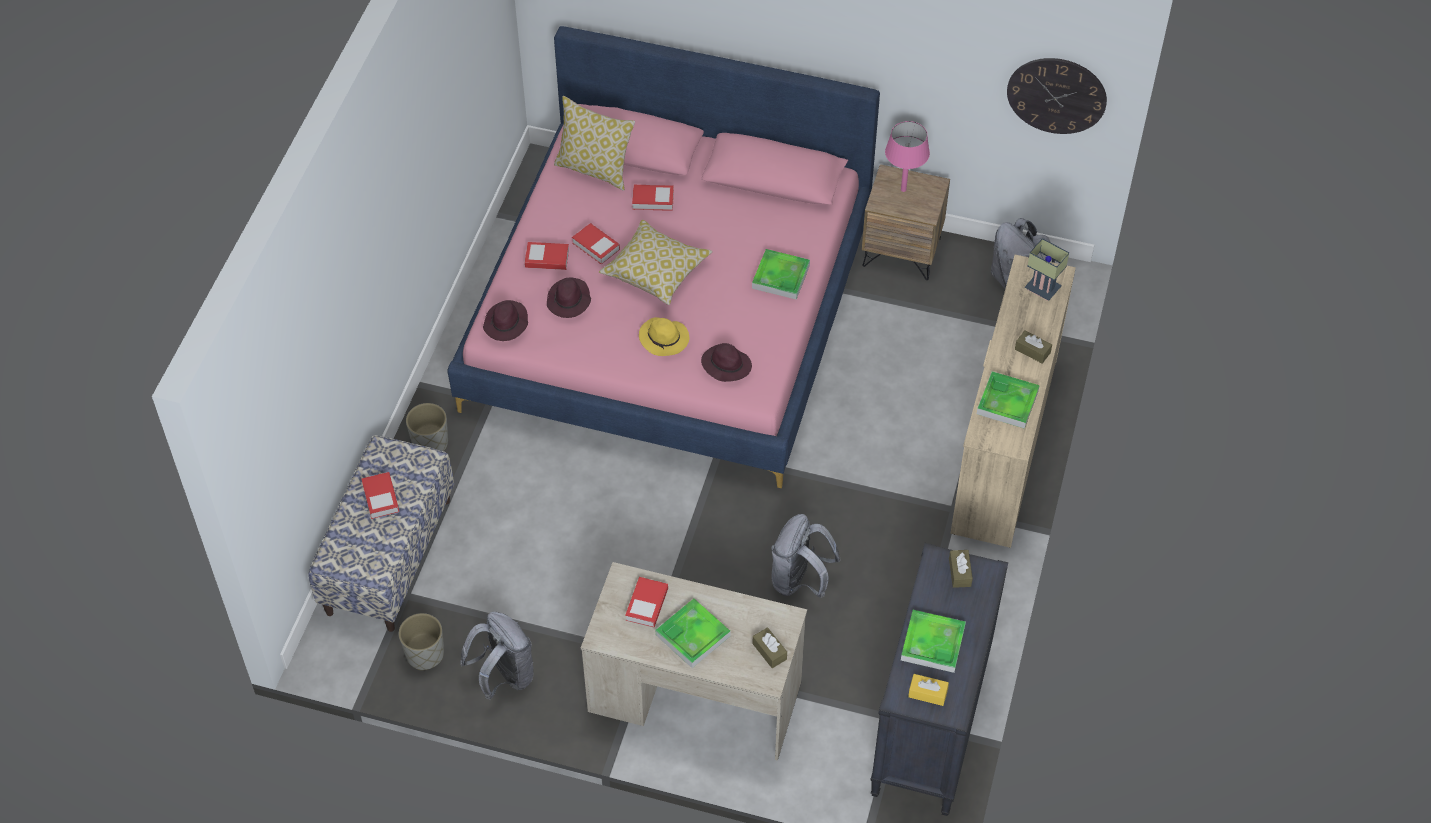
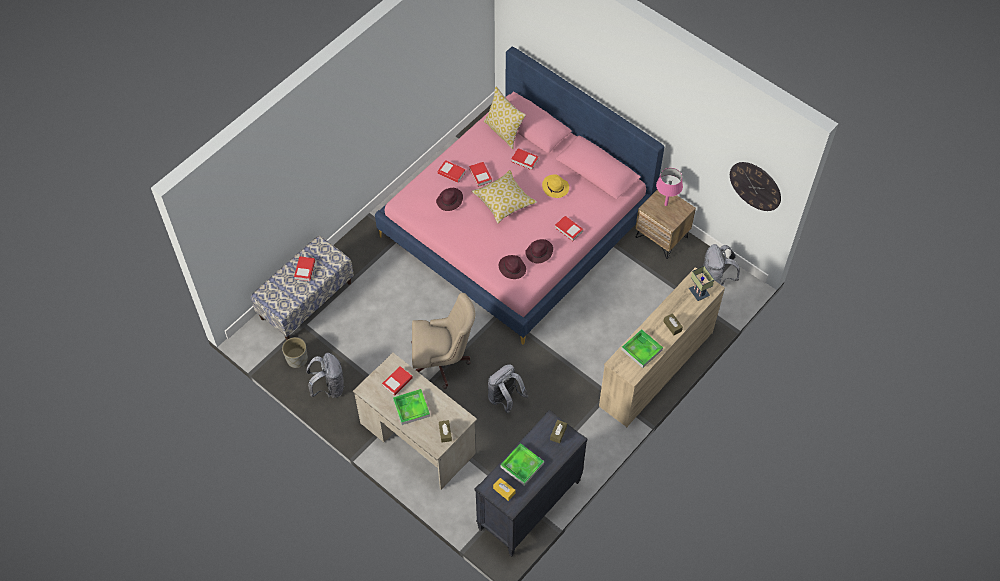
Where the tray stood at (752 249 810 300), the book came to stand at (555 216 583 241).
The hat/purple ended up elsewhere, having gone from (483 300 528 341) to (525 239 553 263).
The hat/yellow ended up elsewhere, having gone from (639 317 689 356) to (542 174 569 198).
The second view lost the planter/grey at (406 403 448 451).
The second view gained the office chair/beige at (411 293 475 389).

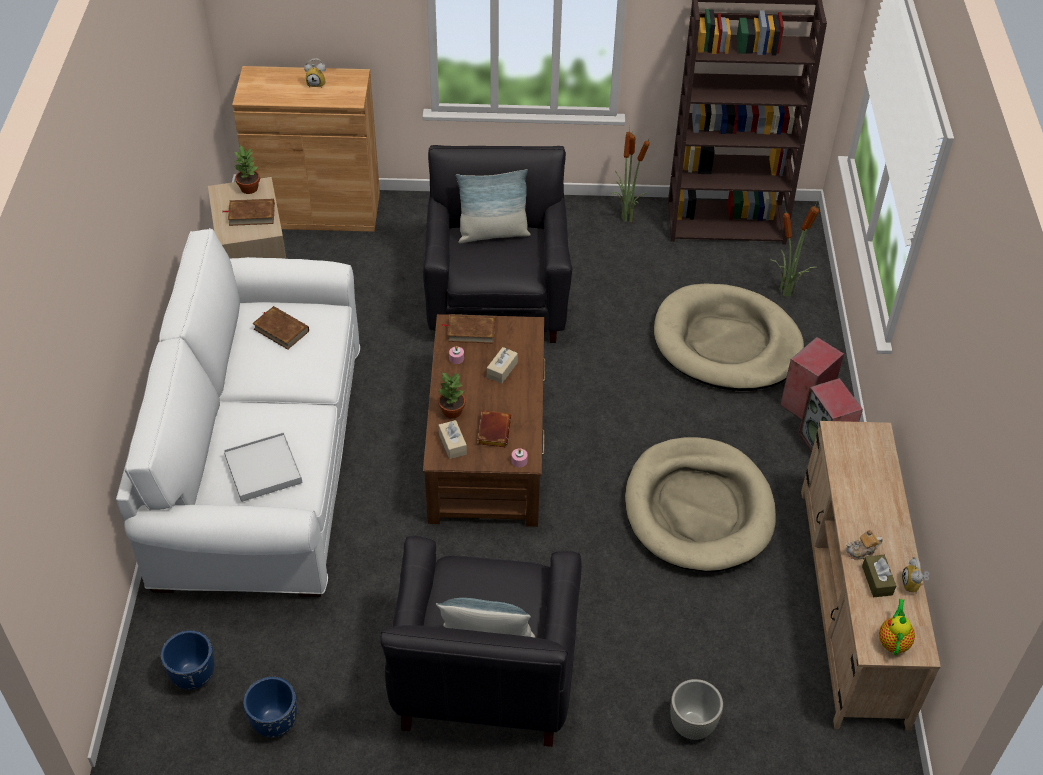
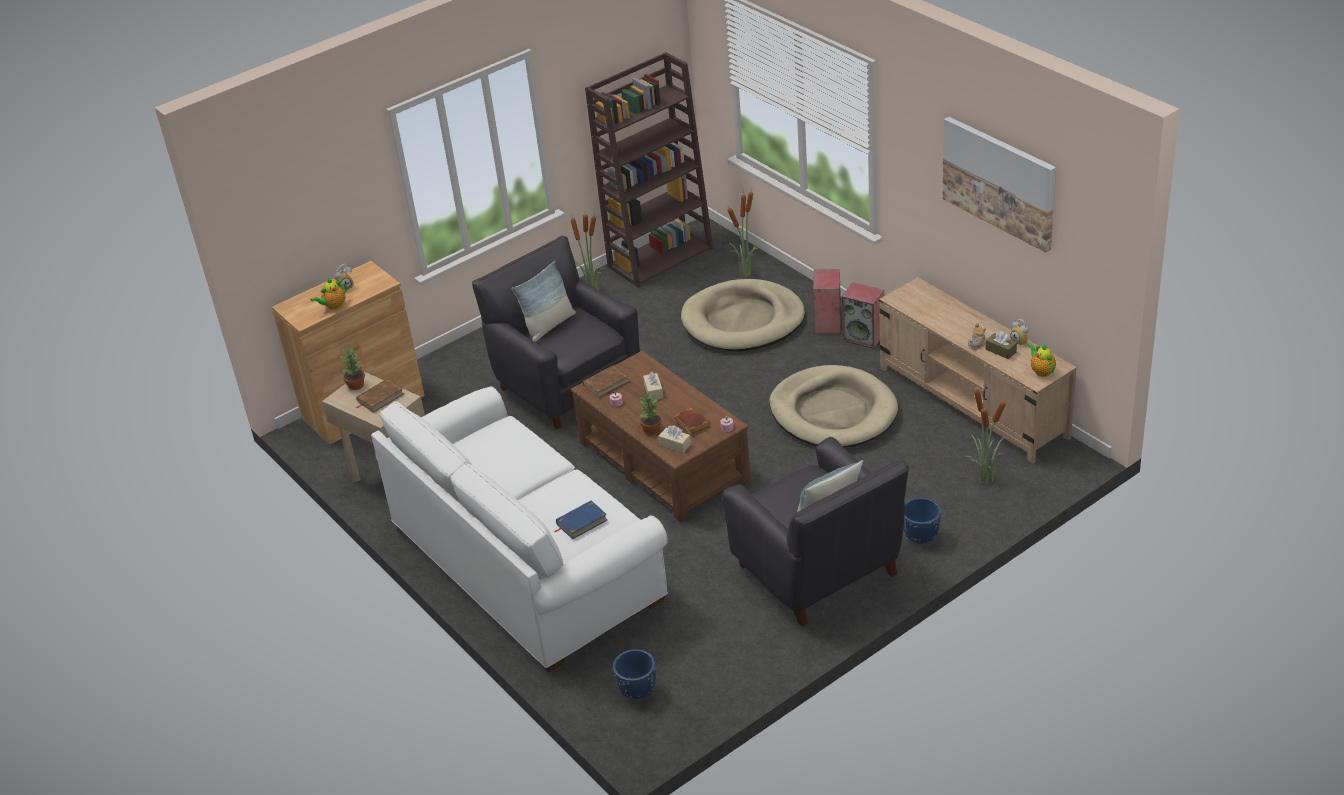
The second view lost the book/brown at (252 306 309 350).
Where the tray/white stood at (224 432 303 502), the book/blue came to stand at (554 501 607 540).
The planter/blue ended up elsewhere, having gone from (243 677 297 737) to (903 498 941 544).
The second view lost the planter/grey at (670 679 723 740).
The second view gained the picture at (943 116 1056 253).
The second view gained the teapot at (311 278 347 310).
The second view gained the potted plant at (965 386 1006 484).

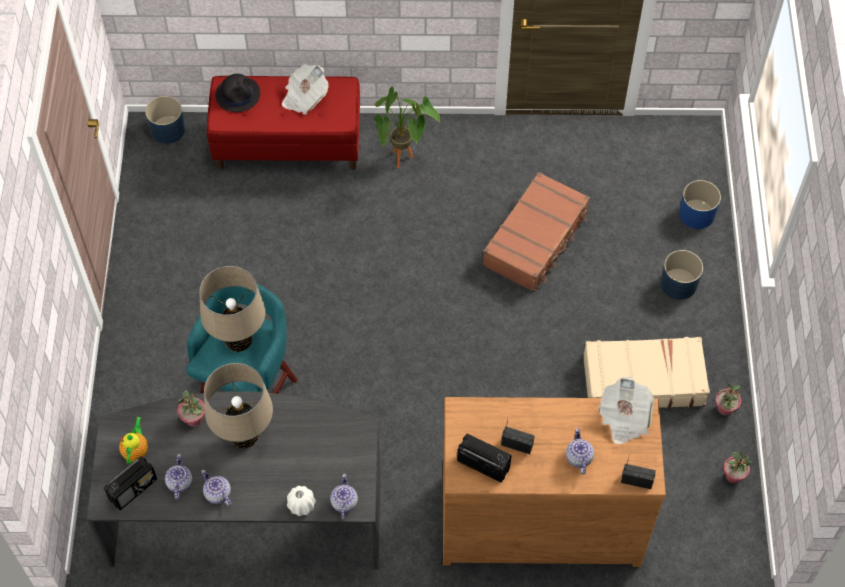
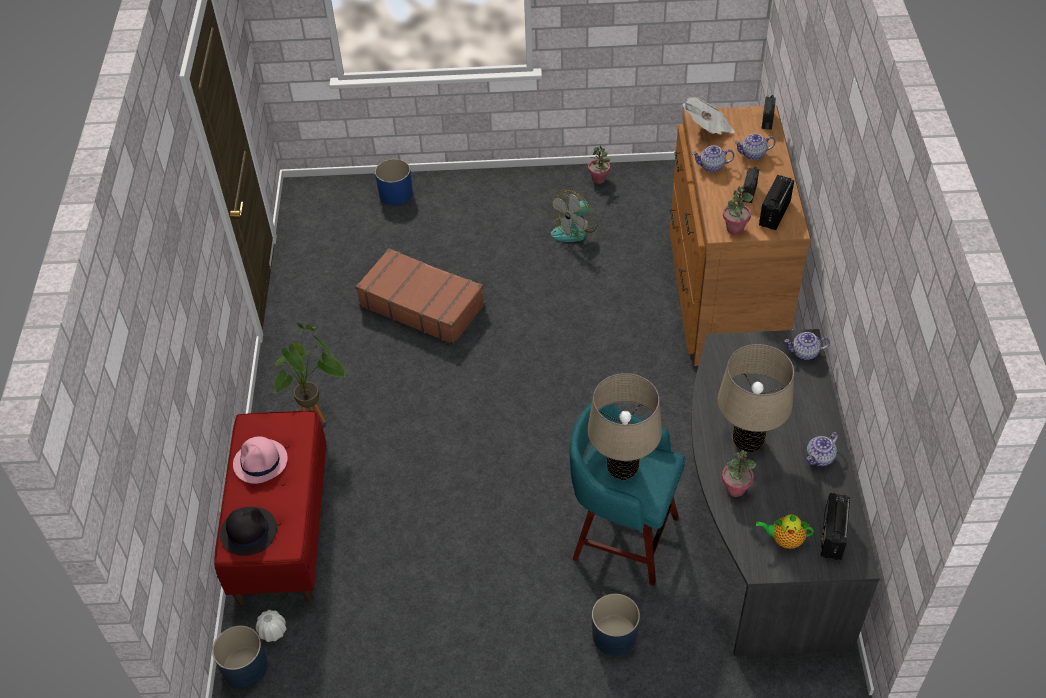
Where the newspaper stood at (282 64 329 115), the hat/pink came to stand at (233 436 288 484).
The planter/blue ended up elsewhere, having gone from (661 250 703 300) to (592 593 640 656).
Where the suitcase/beige stood at (583 337 710 408), the fan came to stand at (551 190 598 242).
The potted plant ended up elsewhere, having gone from (723 451 752 483) to (723 186 753 235).
The teapot ended up elsewhere, having gone from (165 454 192 499) to (692 145 735 172).
The radio at (104 456 157 510) ended up facing another way, 120 degrees counterclockwise from before.
The vase/white ended up elsewhere, having gone from (287 486 316 516) to (256 610 286 642).

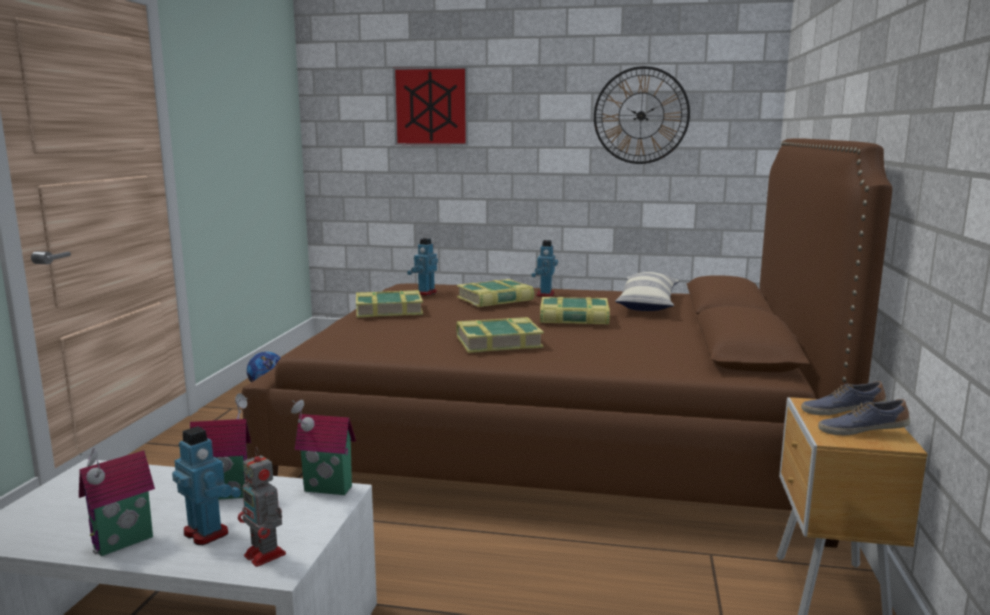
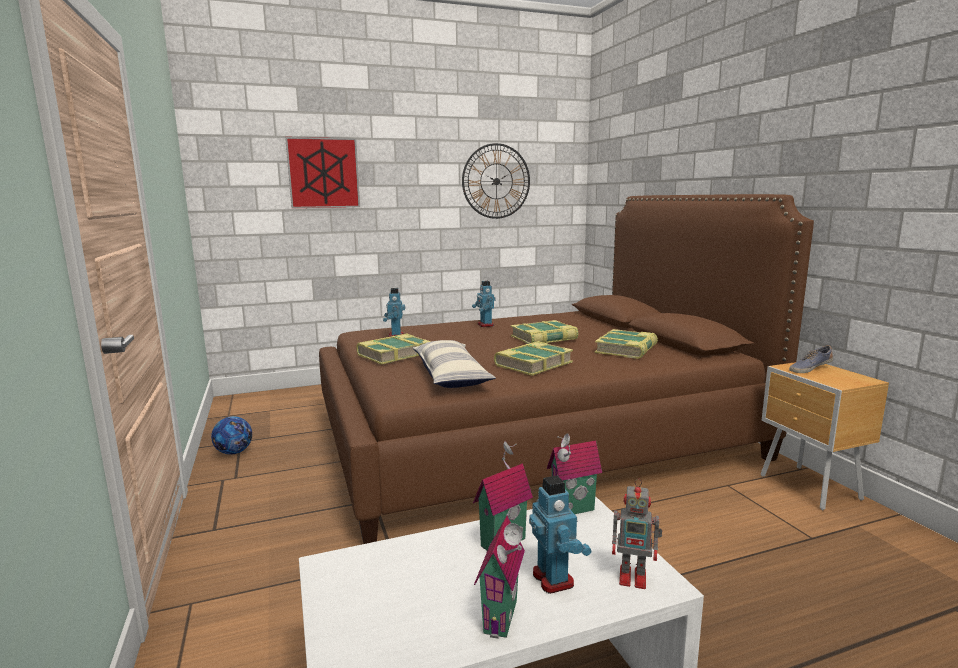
The pillow ended up elsewhere, having gone from (615 272 679 311) to (413 340 496 388).
The book ended up elsewhere, having gone from (457 279 534 307) to (595 329 658 359).
The second view lost the shoe at (818 399 910 435).
The toy robot at (172 426 241 545) ended up facing another way, 60 degrees clockwise from before.

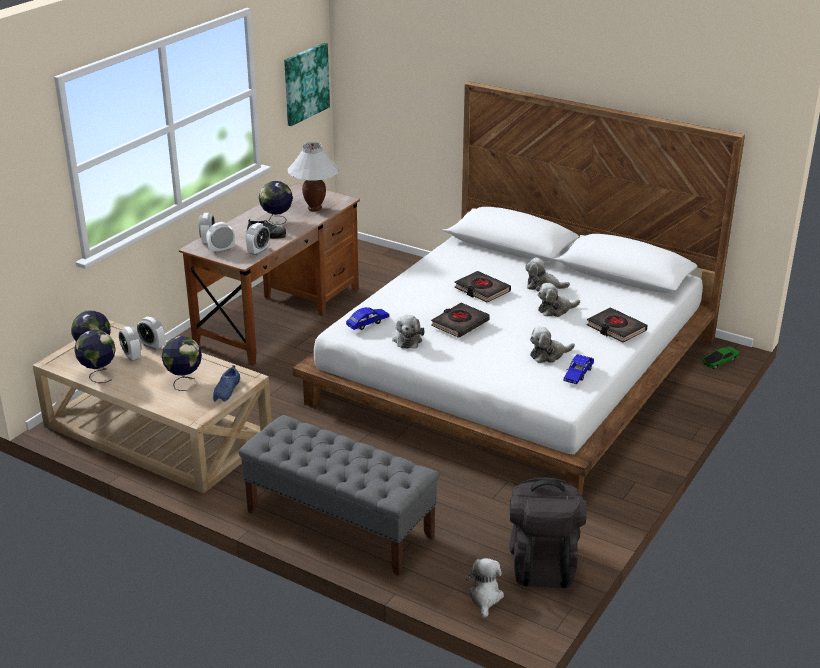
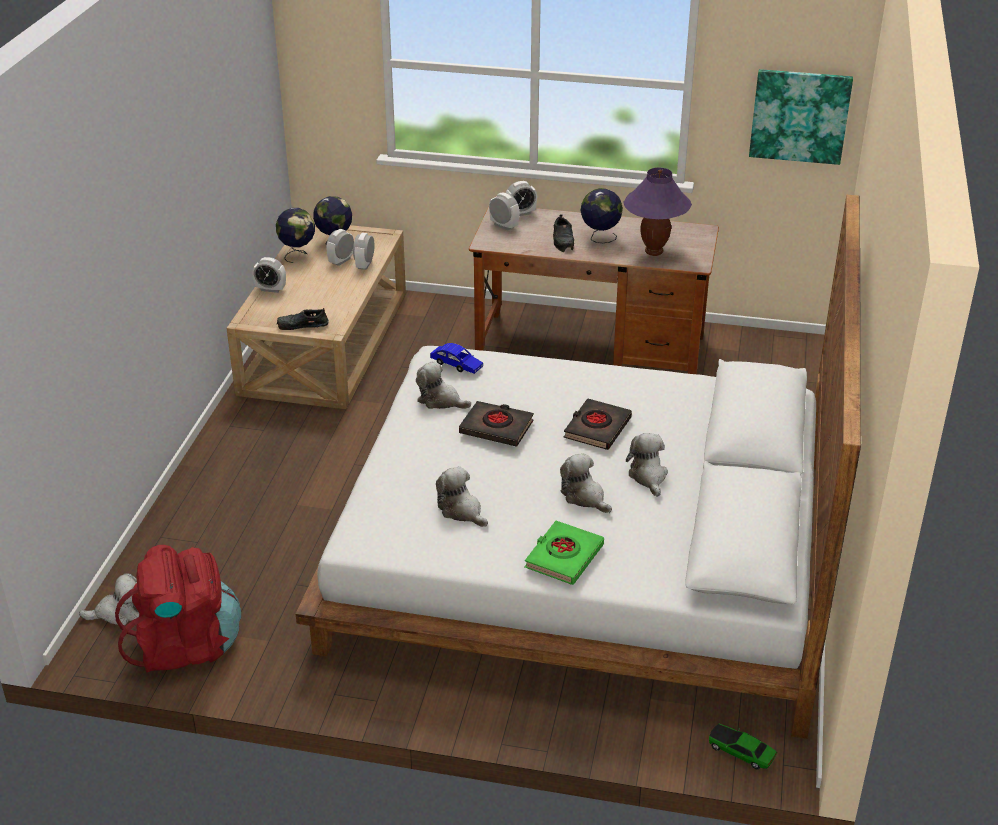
What was the table lamp/white at (287 142 339 212) turned into the table lamp/purple at (623 168 692 256).
The alarm clock ended up elsewhere, having gone from (246 223 270 255) to (252 257 286 293).
What was the book/black at (587 307 648 343) turned into the book/green at (524 521 604 585).
The plush toy at (392 315 425 349) ended up facing another way, 45 degrees clockwise from before.
The second view lost the globe at (162 336 202 391).
The second view lost the toy car/blue at (564 354 594 385).
What was the shoe/blue at (213 365 240 402) turned into the shoe/black at (277 308 329 330).
The second view lost the bench/grey at (238 415 440 576).
What was the backpack/black at (509 478 587 588) turned into the backpack/red at (115 545 241 673).

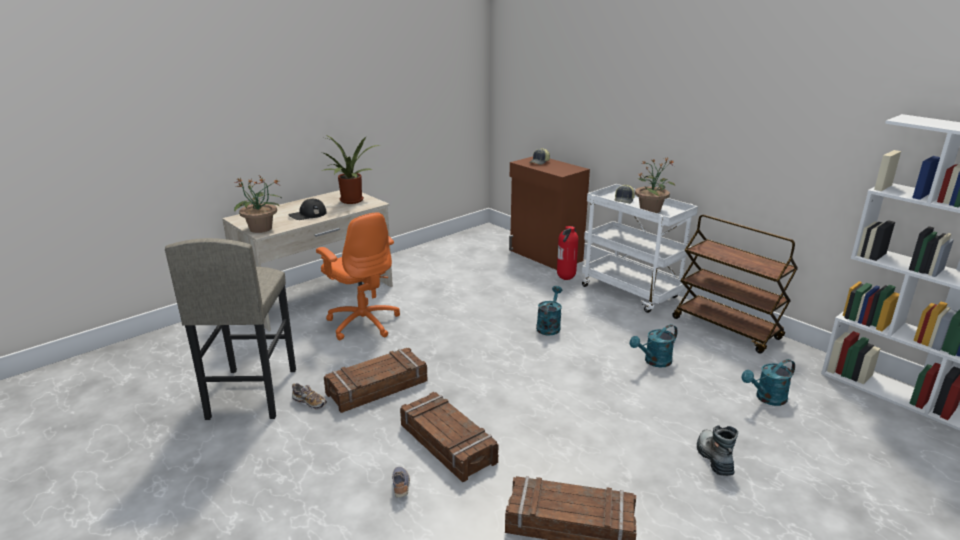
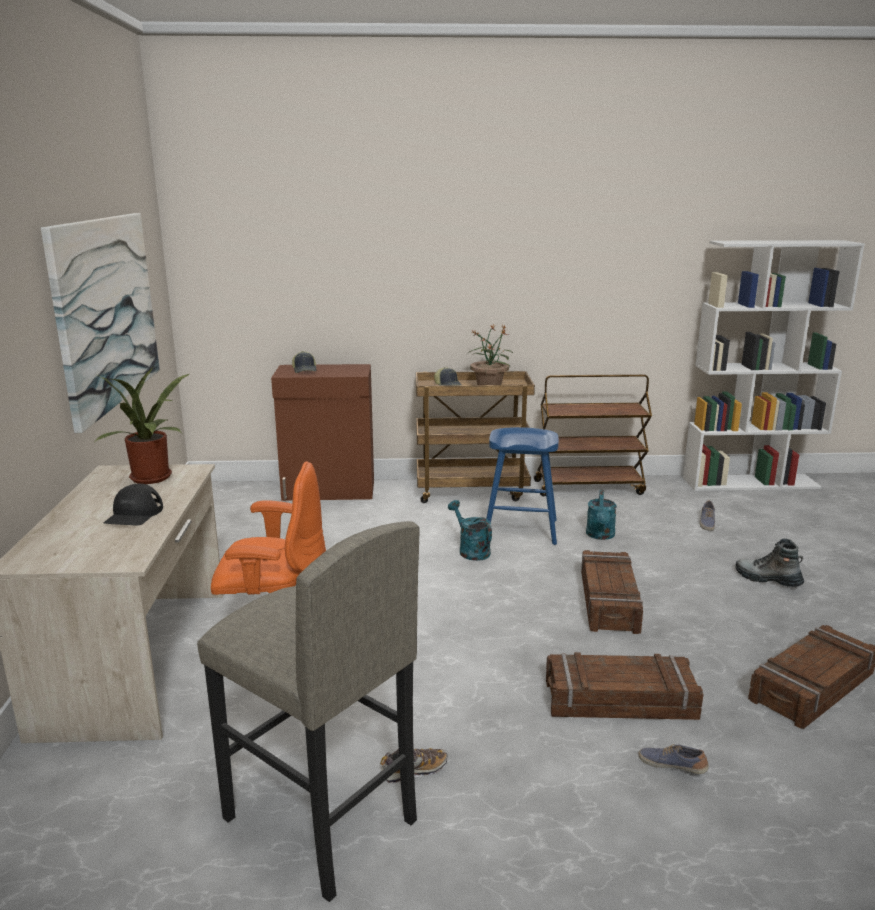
The second view lost the potted plant at (234 175 282 233).
What was the cart/white at (582 184 698 313) turned into the cart/brown at (416 371 535 503).
The second view lost the fire extinguisher at (557 226 578 280).
The crate ended up elsewhere, having gone from (324 348 428 413) to (581 550 643 634).
Where the watering can/turquoise stood at (741 359 795 406), the shoe came to stand at (699 501 715 531).
The second view gained the picture at (41 213 160 433).
The second view gained the stool/blue at (486 427 559 545).

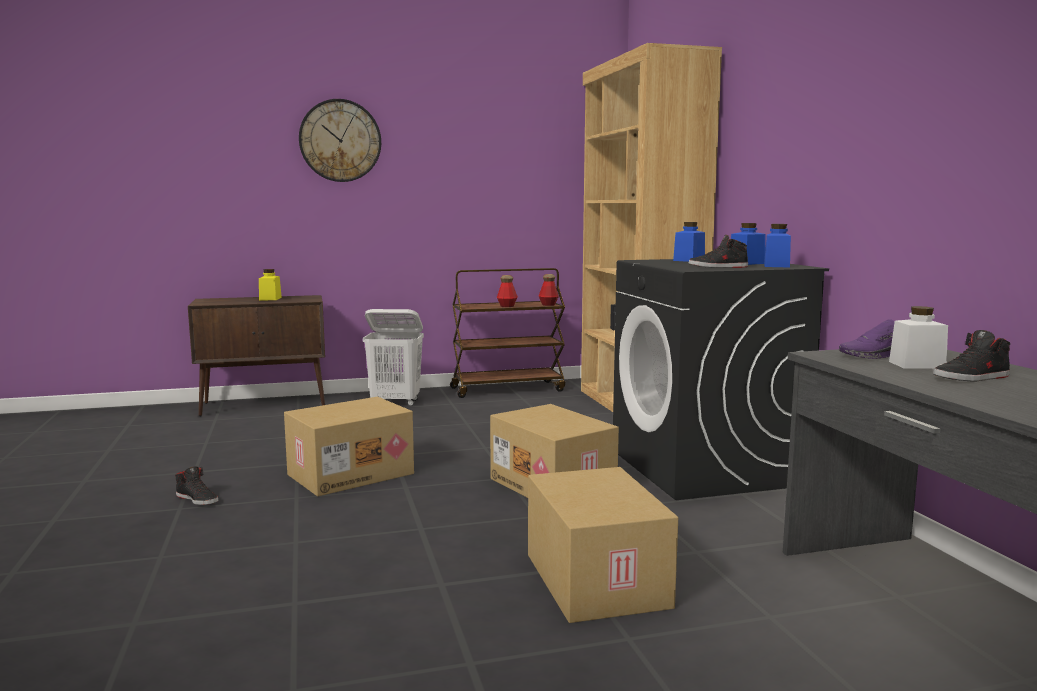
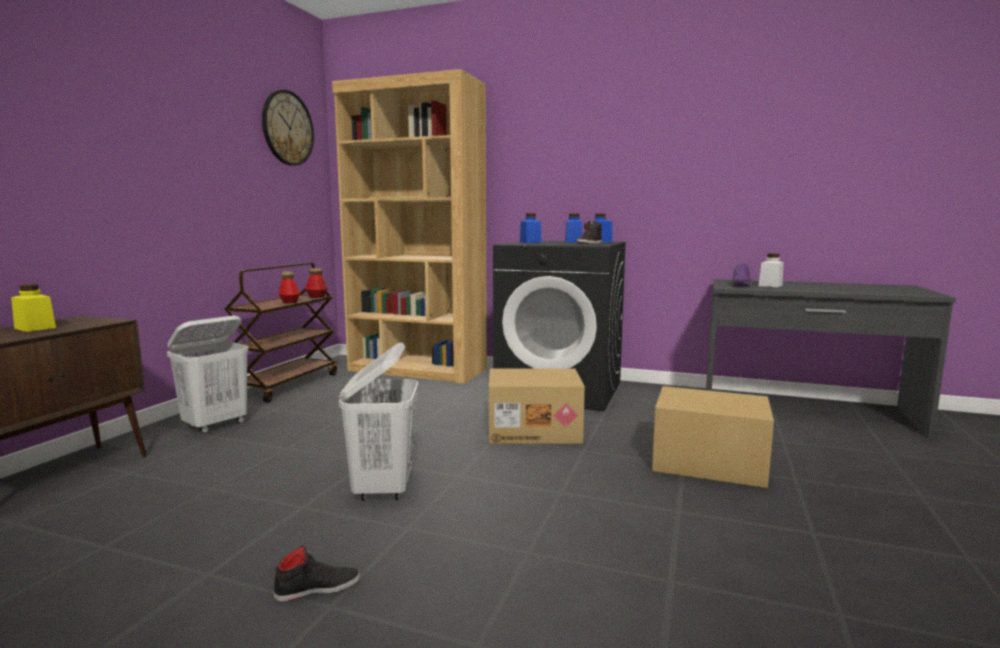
The wall clock ended up elsewhere, having gone from (299 99 381 182) to (262 90 314 166).
The second view lost the shoe/black at (933 330 1010 381).
Where the cardboard box stood at (284 397 414 496), the laundry basket/white came to stand at (339 343 419 501).

